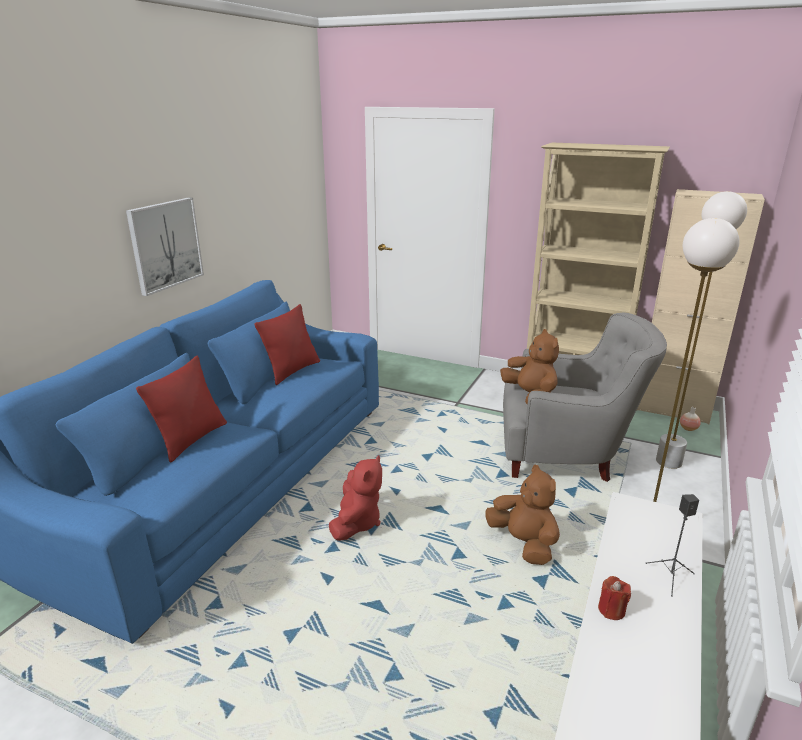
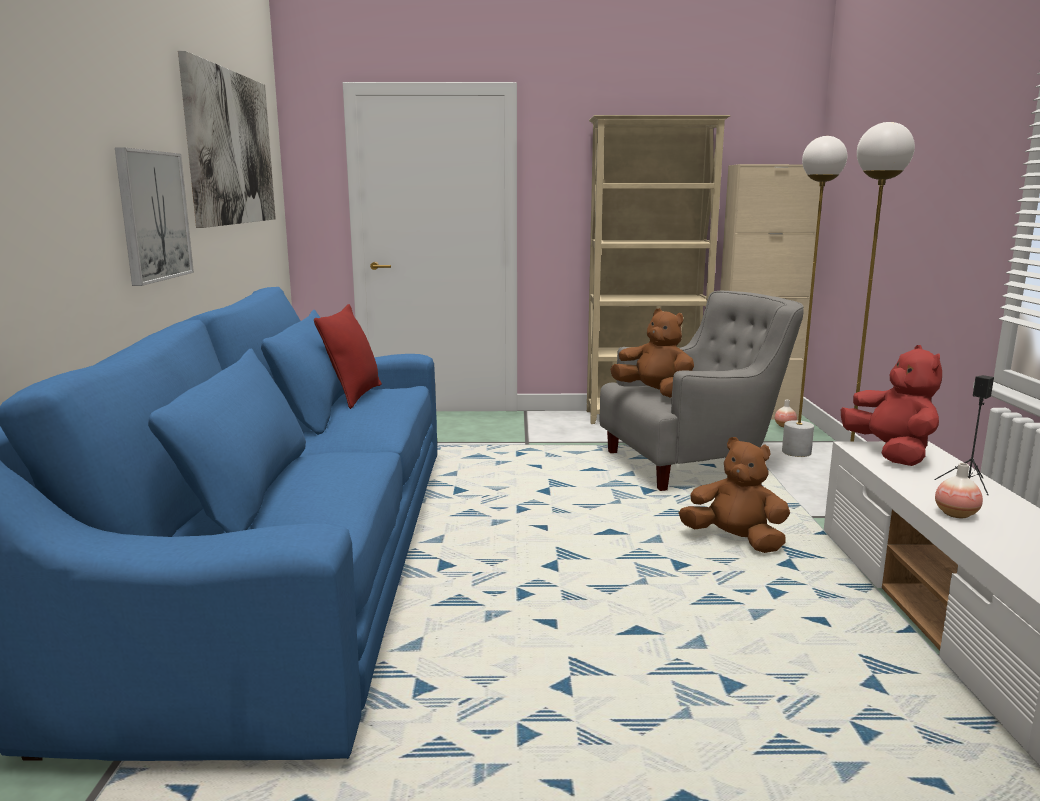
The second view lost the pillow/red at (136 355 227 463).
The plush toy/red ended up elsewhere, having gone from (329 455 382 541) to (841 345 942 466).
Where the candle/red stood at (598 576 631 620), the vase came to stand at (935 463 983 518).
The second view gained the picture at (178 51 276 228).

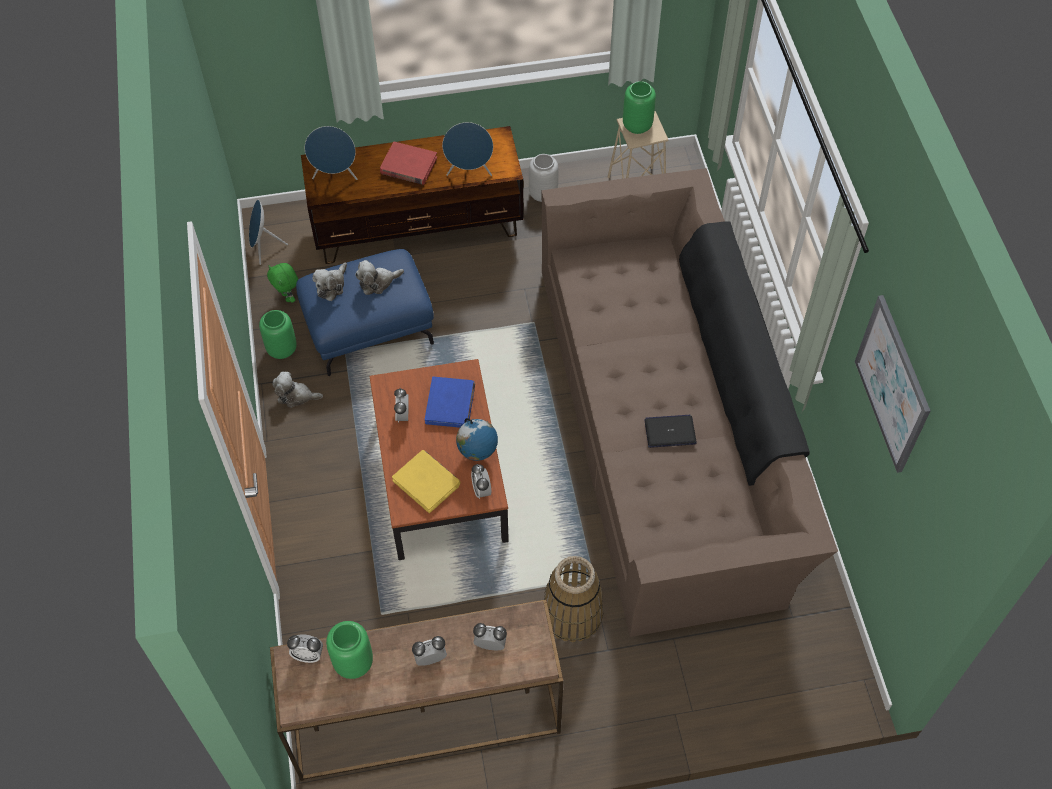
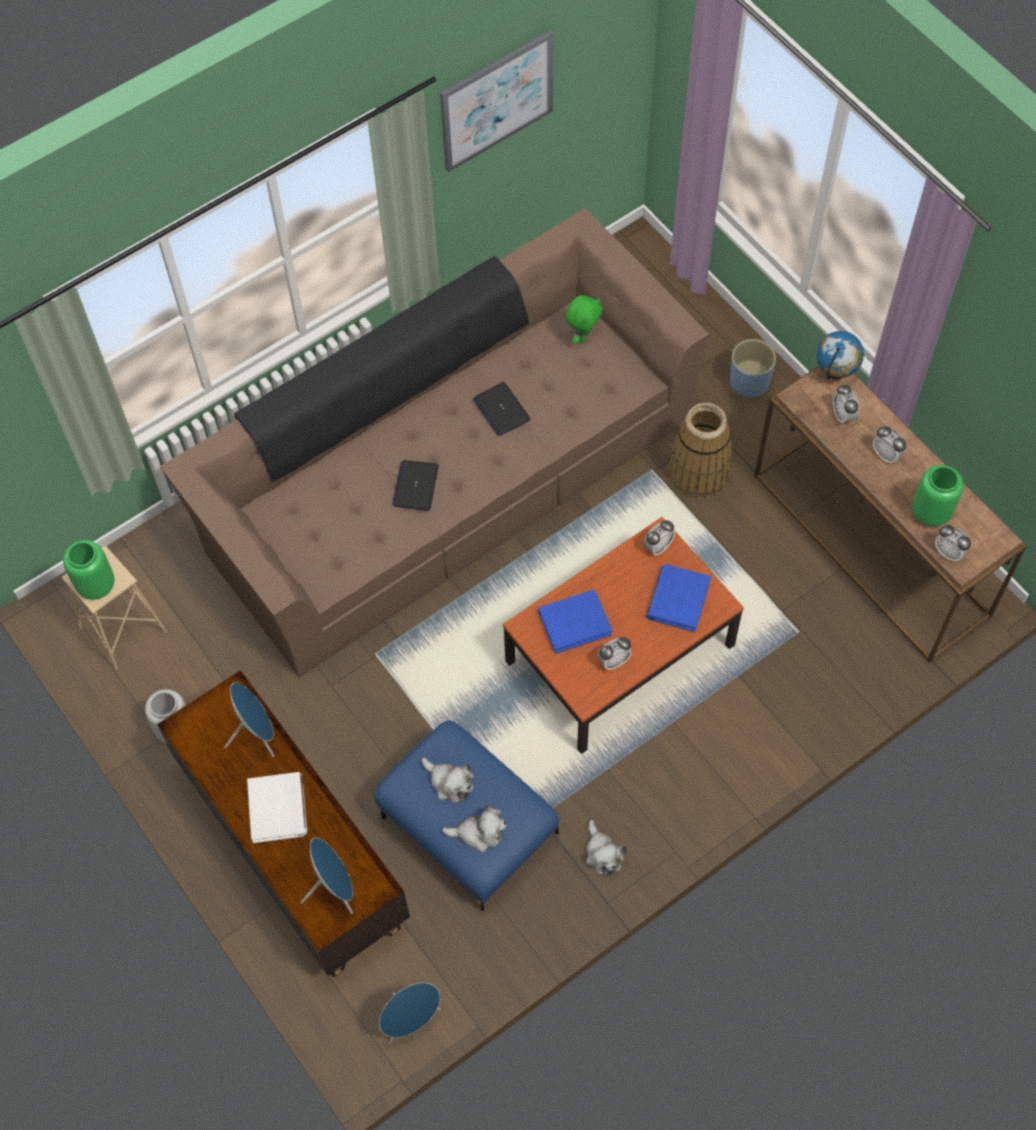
What was the book/red at (380 142 437 185) turned into the book/white at (247 772 307 843).
The plush toy/green ended up elsewhere, having gone from (267 263 298 303) to (565 295 603 344).
The second view lost the vase/green at (259 310 297 359).
The globe ended up elsewhere, having gone from (456 418 498 461) to (817 331 864 379).
What was the book/yellow at (392 450 460 513) turned into the book/blue at (646 564 711 632).
The alarm clock at (287 634 323 663) ended up facing another way, 150 degrees clockwise from before.
The second view gained the planter/blue at (730 339 776 398).
The second view gained the laptop at (392 460 439 511).

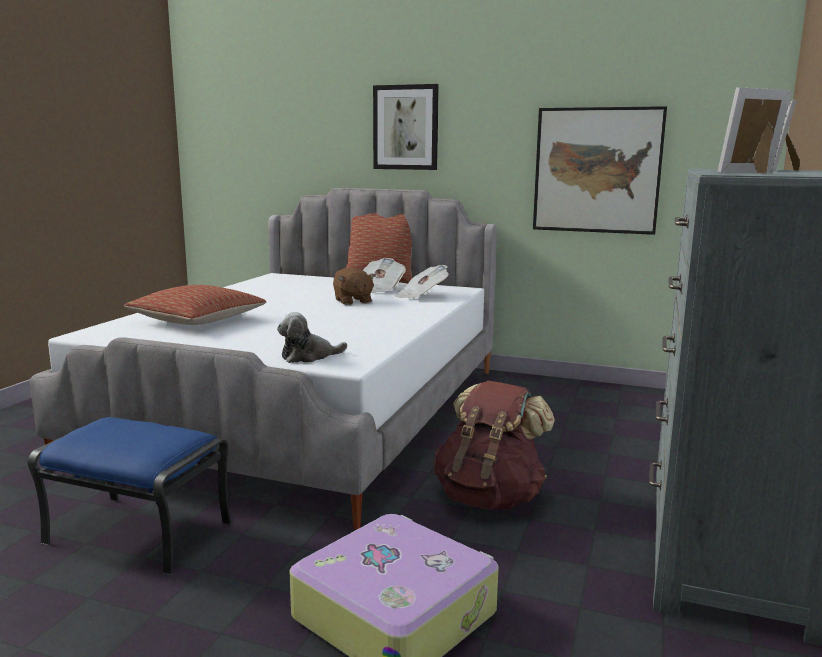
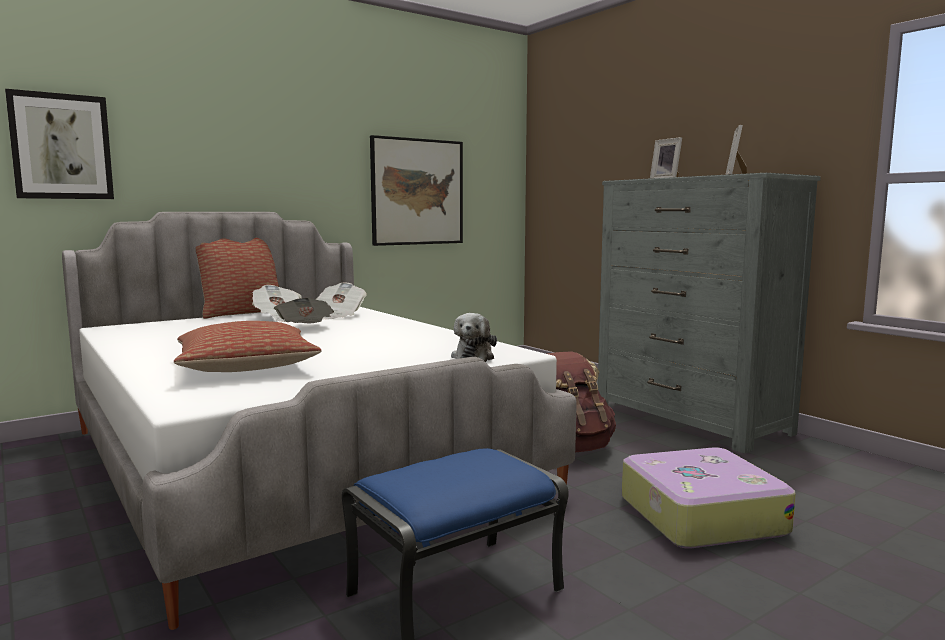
The picture ended up elsewhere, having gone from (373 84 439 170) to (5 89 114 199).
Where the plush toy/brown stood at (333 267 375 305), the newspaper came to stand at (274 298 334 323).

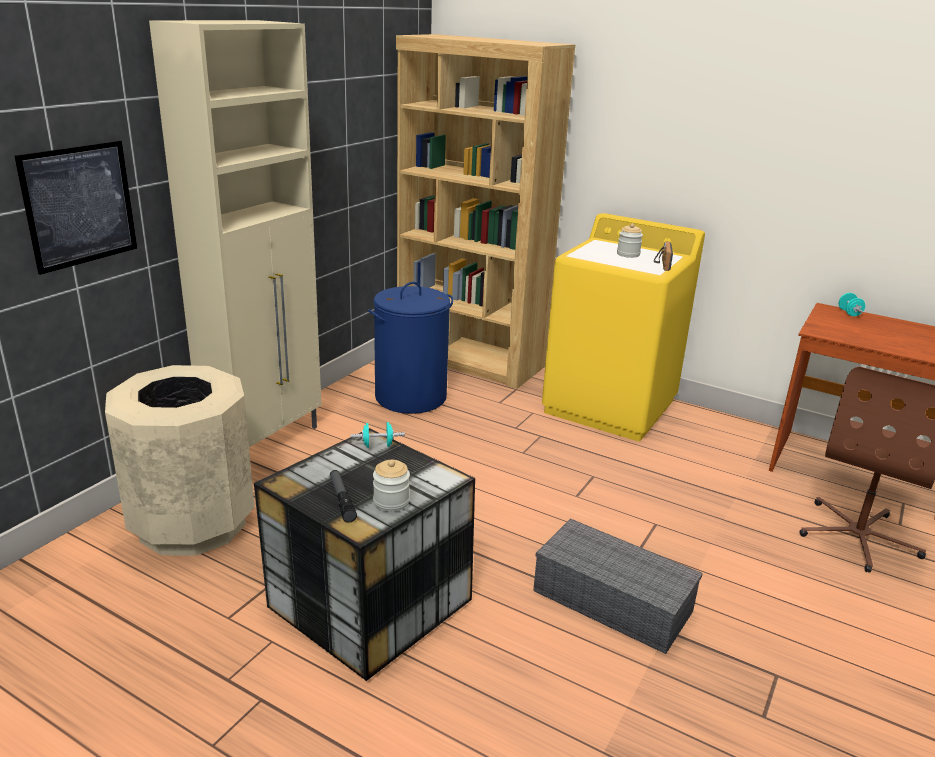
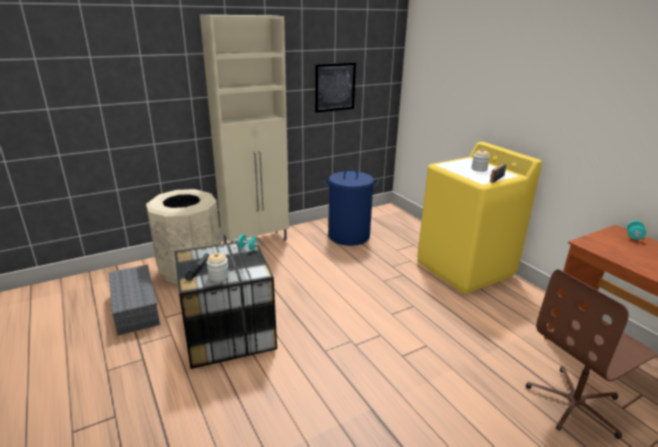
The second view lost the bookcase/brown at (396 34 575 389).
The picture ended up elsewhere, having gone from (15 141 137 275) to (315 63 356 112).
The storage box/grey ended up elsewhere, having gone from (533 518 703 654) to (109 265 160 335).

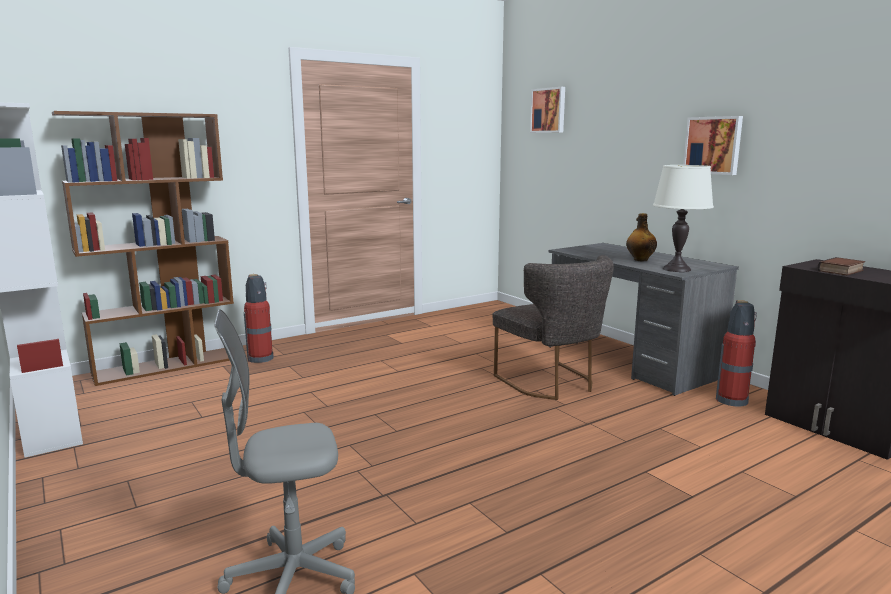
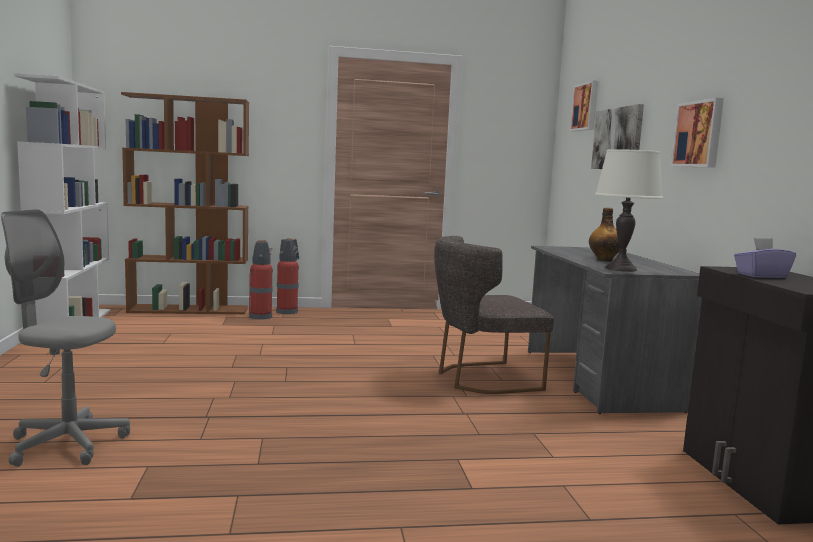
The chair/grey at (492 255 614 400) ended up facing another way, 75 degrees clockwise from before.
Where the book stood at (818 257 865 276), the tissue box/purple came to stand at (734 238 796 278).
The fire extinguisher ended up elsewhere, having gone from (716 300 757 407) to (276 238 299 314).
The second view gained the picture at (591 104 644 169).

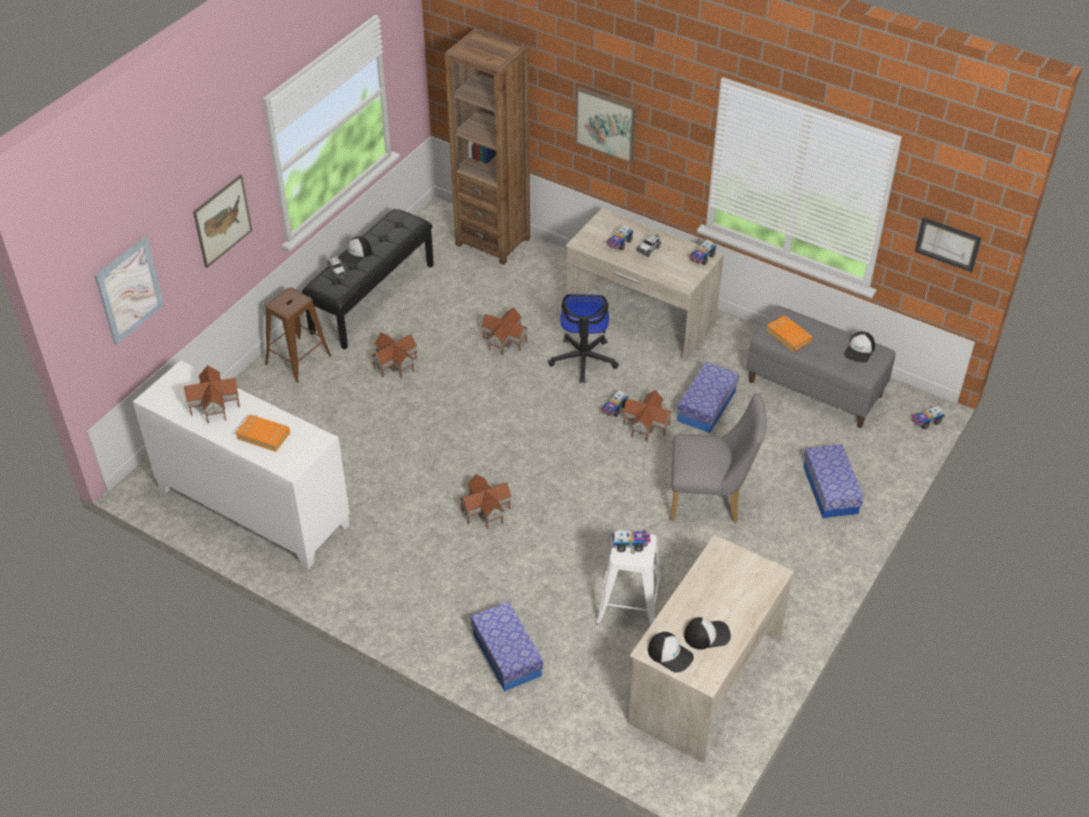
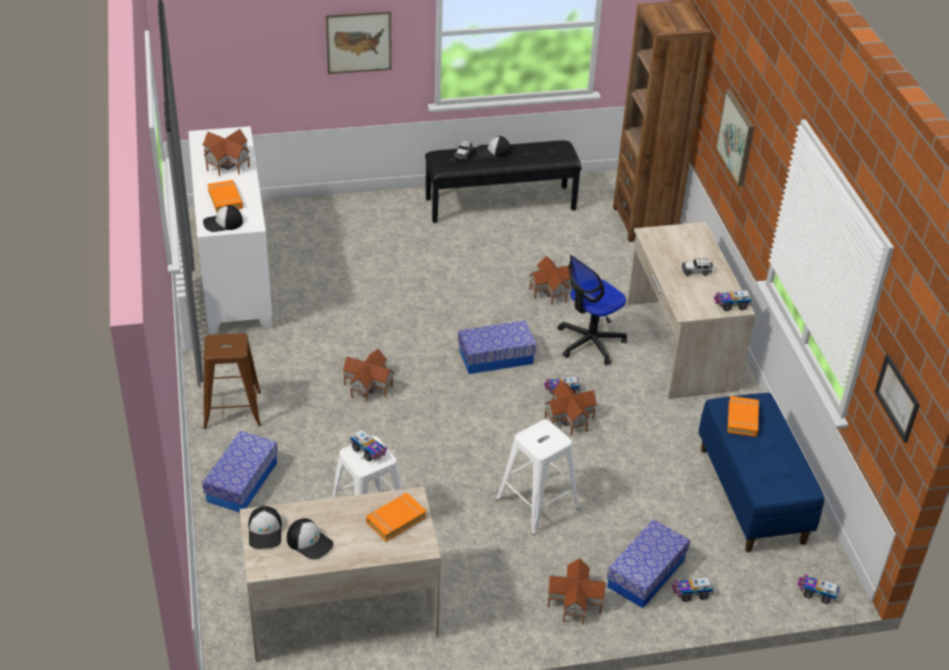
The toy truck ended up elsewhere, having gone from (606 225 634 250) to (672 577 714 602).
The second view lost the picture at (95 236 164 345).
The stool/brown ended up elsewhere, having gone from (265 287 331 383) to (203 333 261 429).
What was the bench/grey at (746 306 895 428) turned into the bench/blue at (698 393 824 552).
The toy house ended up elsewhere, having gone from (371 332 417 379) to (548 558 606 625).
The cap ended up elsewhere, having gone from (844 332 875 363) to (203 205 243 232).
The storage box ended up elsewhere, having gone from (677 362 739 433) to (458 320 537 374).
Where the chair/grey stood at (670 392 767 523), the stool/white came to stand at (496 419 580 535).
The second view gained the book/orange at (366 493 427 541).

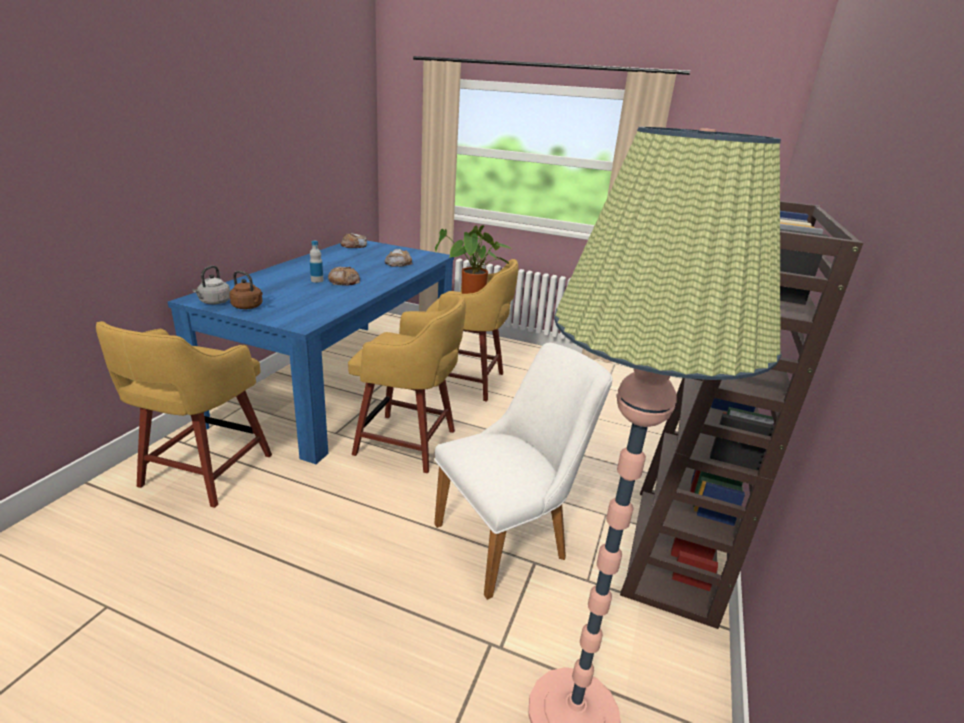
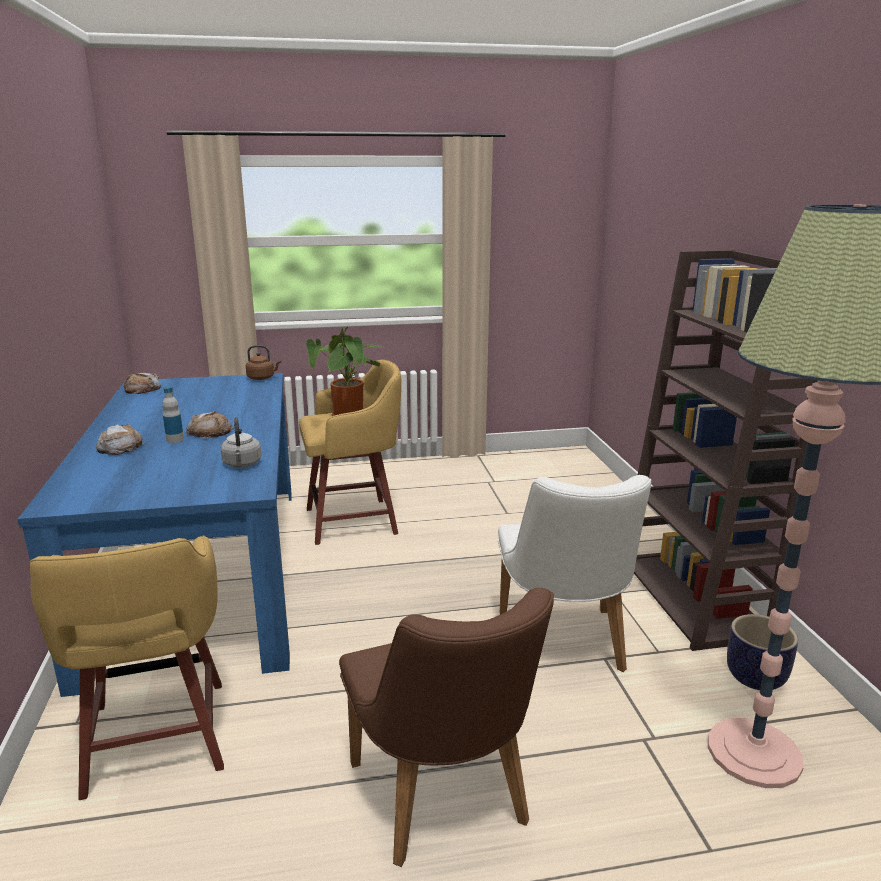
The bread ended up elsewhere, having gone from (385 249 413 267) to (96 424 145 455).
The kettle/grey ended up elsewhere, having gone from (192 265 230 304) to (221 417 261 468).
The kettle/brown ended up elsewhere, having gone from (230 271 262 309) to (246 345 281 380).
The second view lost the stool/yellow at (348 295 466 473).
The chair/white at (434 343 613 600) ended up facing another way, 150 degrees clockwise from before.
The second view gained the chair/brown at (339 588 554 867).
The second view gained the planter at (727 614 798 690).

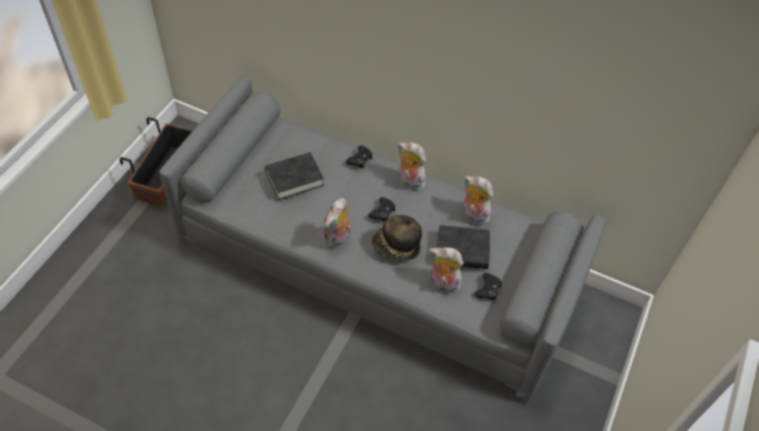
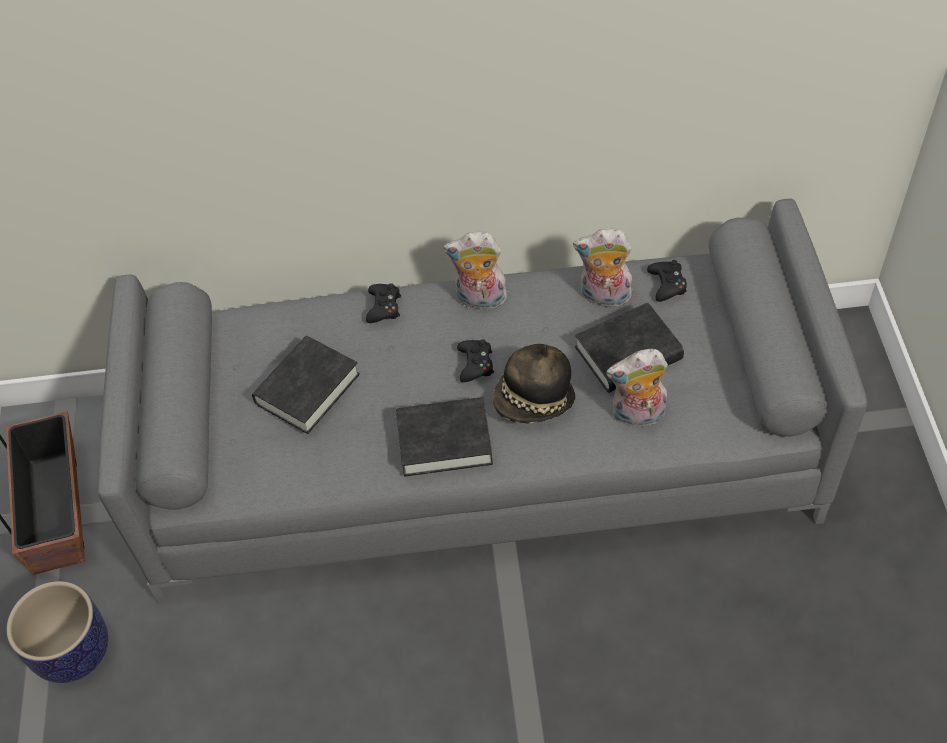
Where the plush toy stood at (324 198 352 250), the book/black came to stand at (396 397 493 477).
The game controller/black ended up elsewhere, having gone from (474 273 502 300) to (647 260 687 302).
The second view gained the planter at (6 581 108 683).

